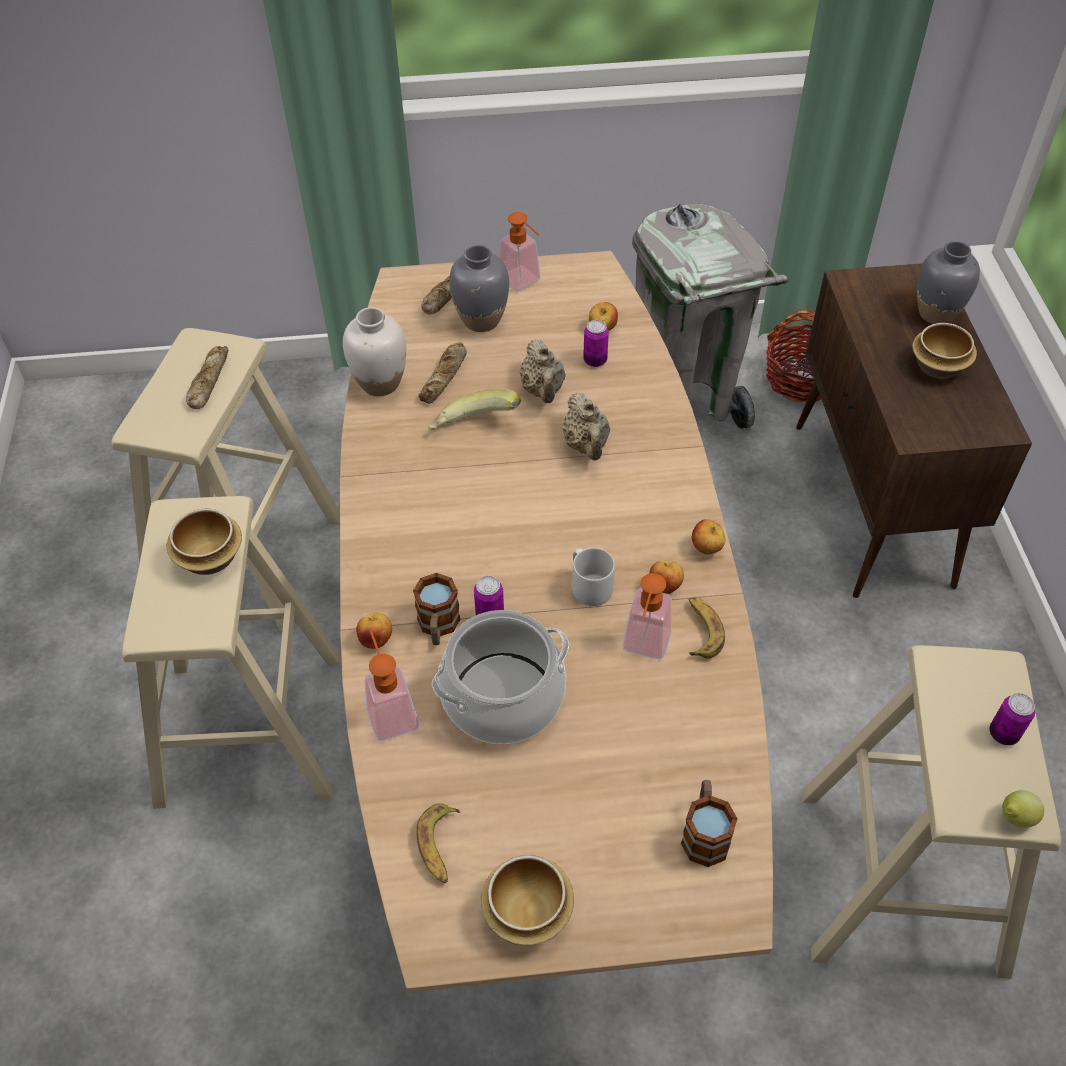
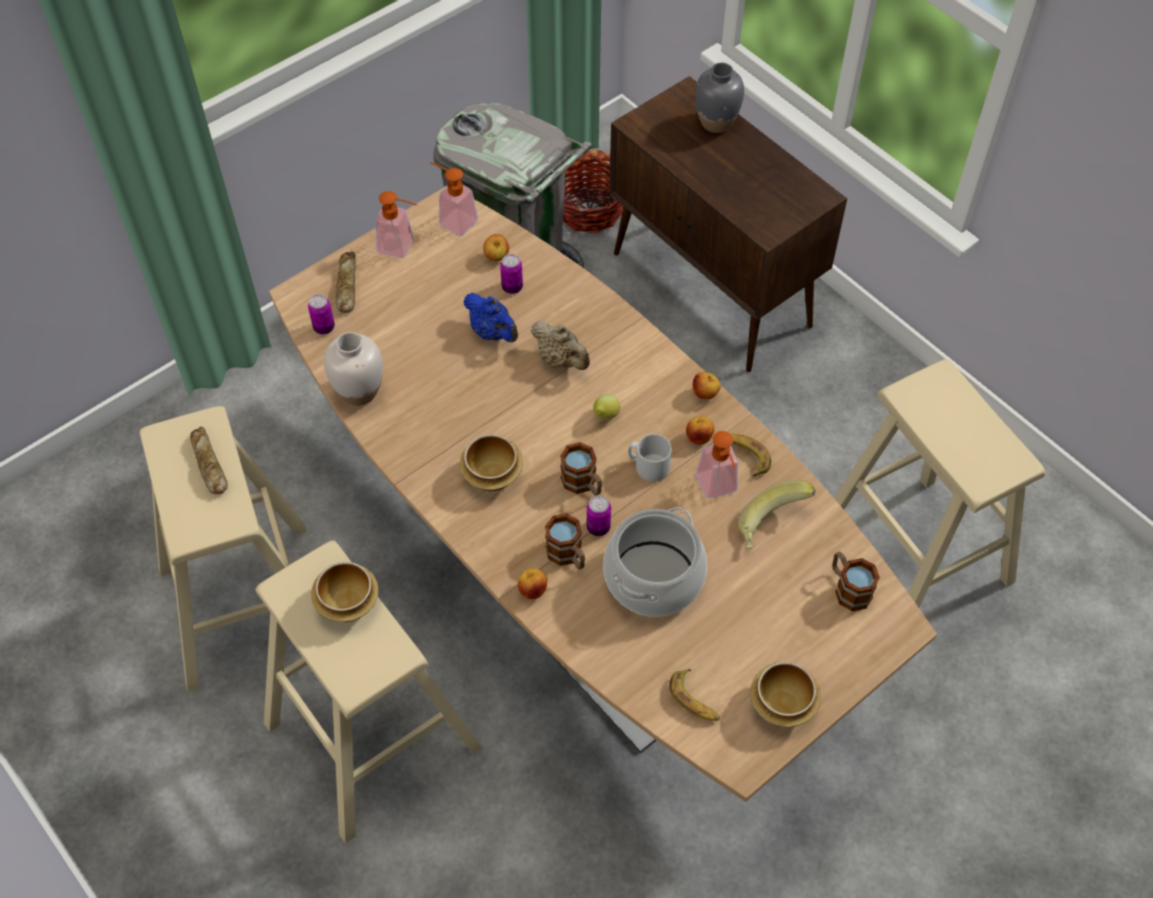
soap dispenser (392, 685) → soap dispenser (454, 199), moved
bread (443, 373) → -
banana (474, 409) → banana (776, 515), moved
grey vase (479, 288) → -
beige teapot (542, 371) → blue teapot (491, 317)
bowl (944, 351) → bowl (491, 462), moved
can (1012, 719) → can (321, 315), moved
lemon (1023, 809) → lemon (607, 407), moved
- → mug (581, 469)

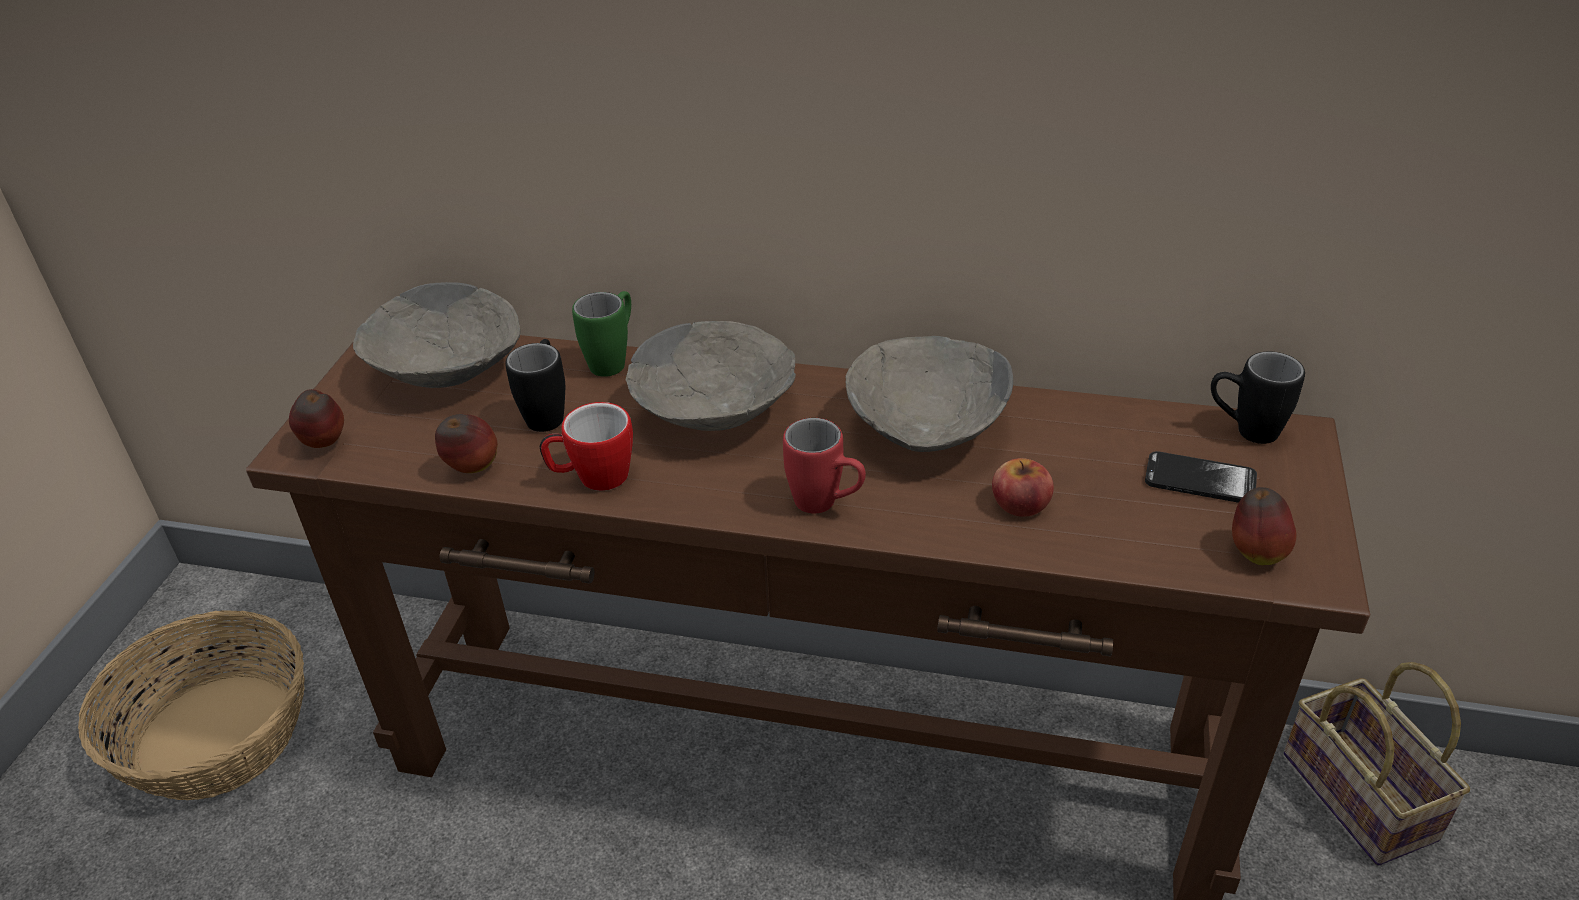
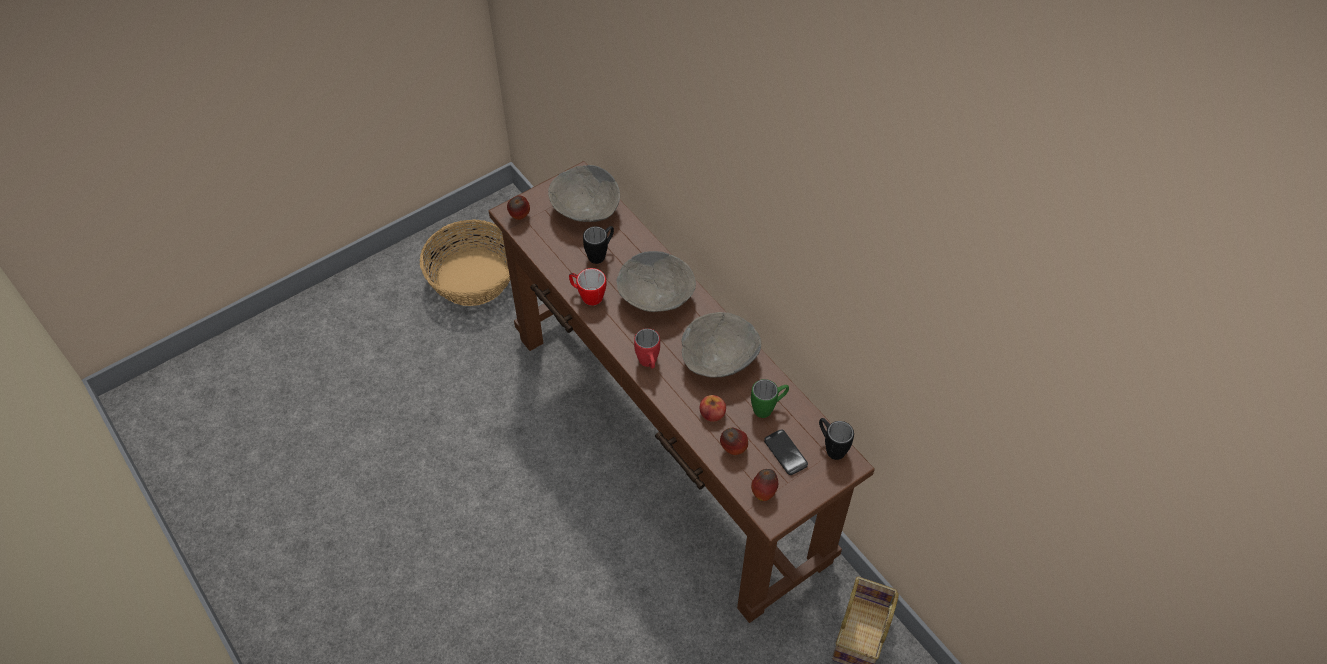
apple (466, 443) → apple (734, 441), moved
green mug (601, 334) → green mug (770, 398), moved

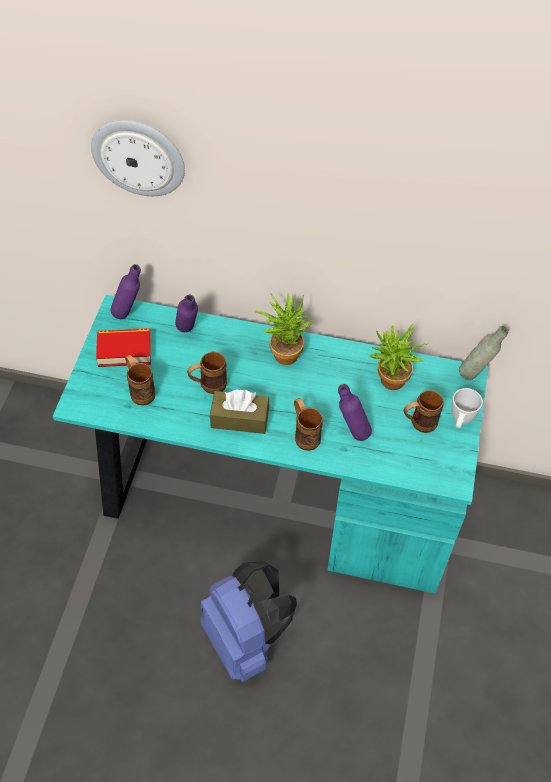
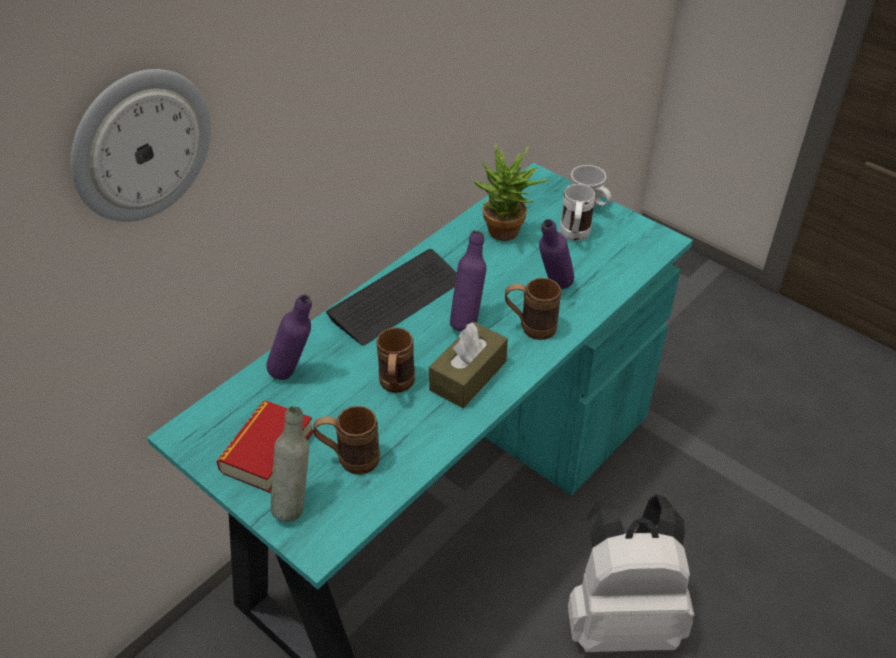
purple bottle (126, 291) → purple bottle (468, 281), moved
blue backpack (248, 622) → white backpack (631, 573)
potted plant (284, 329) → keyboard (391, 297)
brown mug (423, 411) → white mug (577, 212)
grey bottle (484, 353) → grey bottle (290, 464), moved

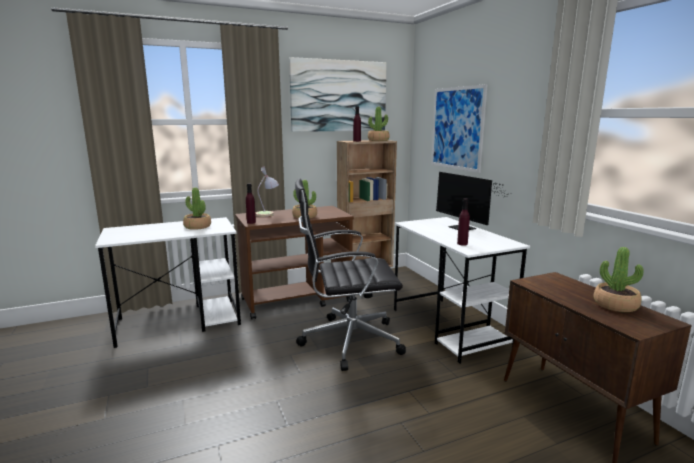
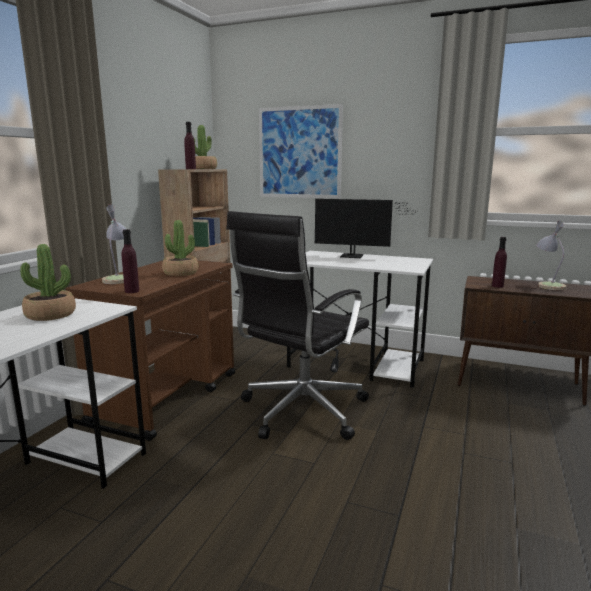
picture (338, 94) → -
purple bottle (463, 222) → purple bottle (499, 262), moved
potted plant (619, 279) → table lamp (551, 255)

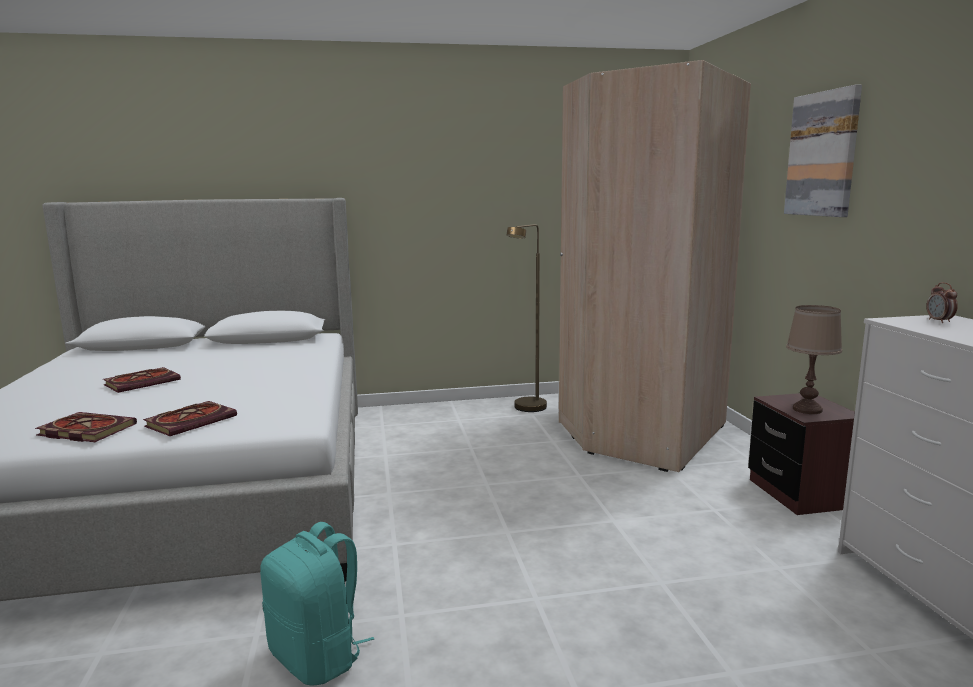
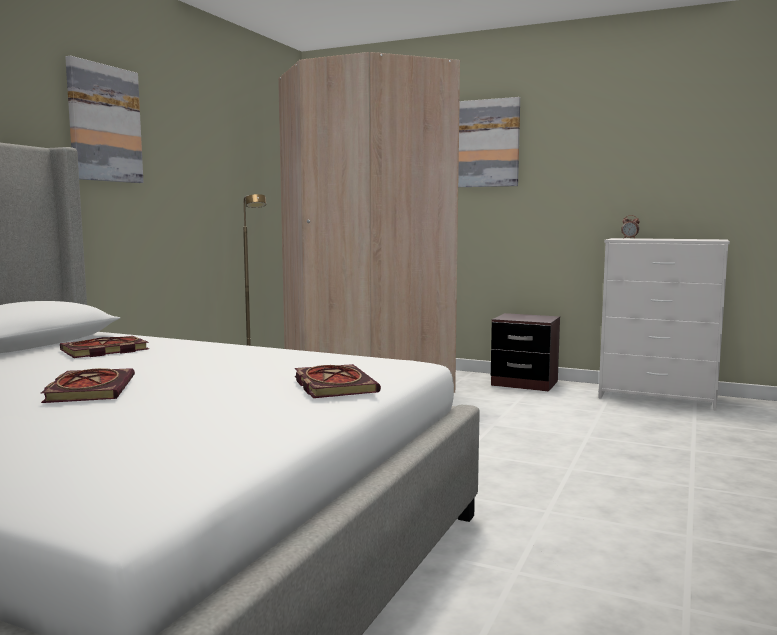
book (86, 427) → book (104, 347), moved
turquoise backpack (317, 604) → -
brown table lamp (814, 359) → -
- → picture (104, 119)

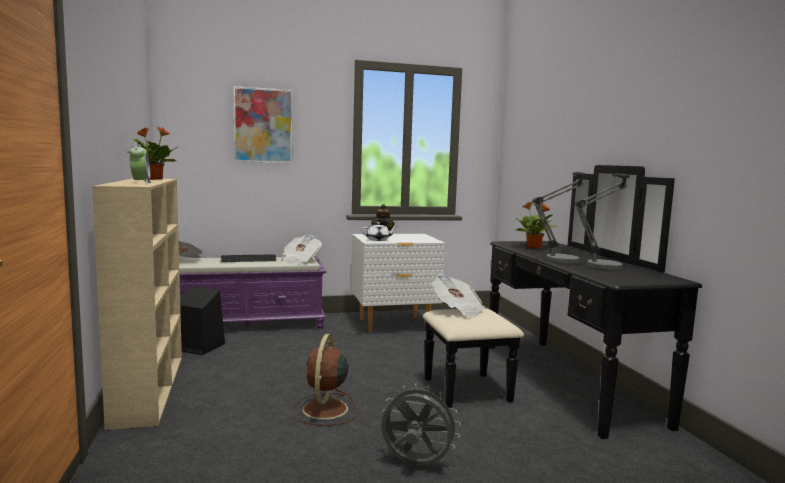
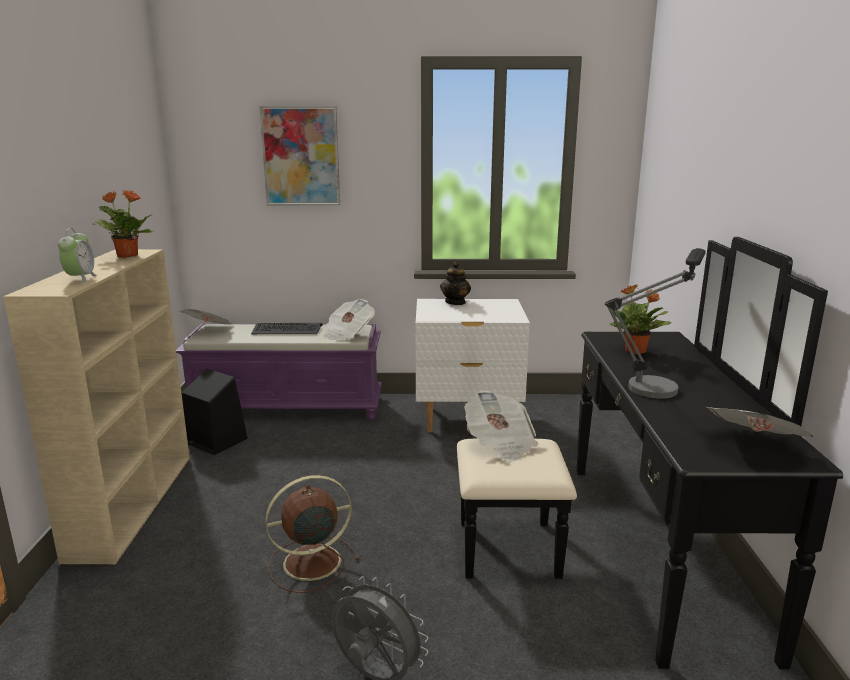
brown fan (325, 380) → brown fan (312, 534), 45 degrees clockwise
white teapot (379, 231) → -
table lamp (602, 221) → -
- → newspaper (760, 422)

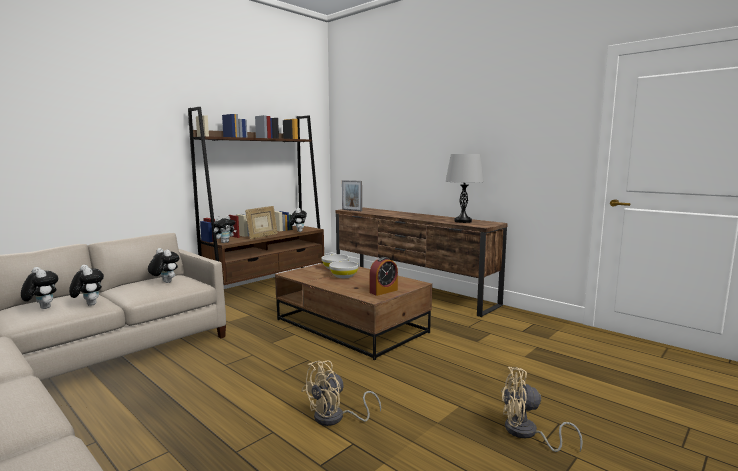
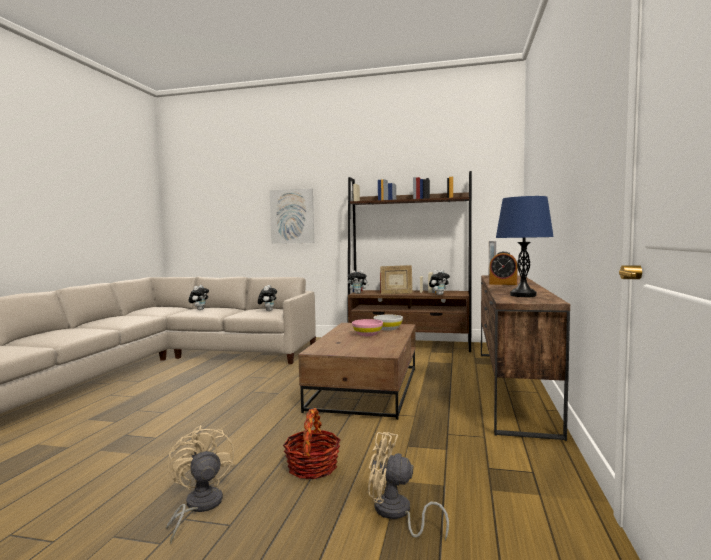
plush toy (86, 285) → -
beige fan (341, 393) → beige fan (408, 486), moved
white bowl (344, 269) → pink bowl (367, 327)
alarm clock (383, 276) → alarm clock (503, 268), moved
grey table lamp (465, 188) → blue table lamp (525, 246)
- → picture (292, 216)
- → basket (312, 443)

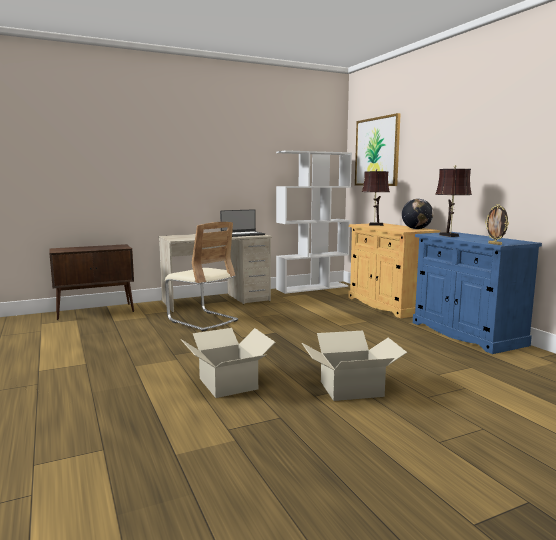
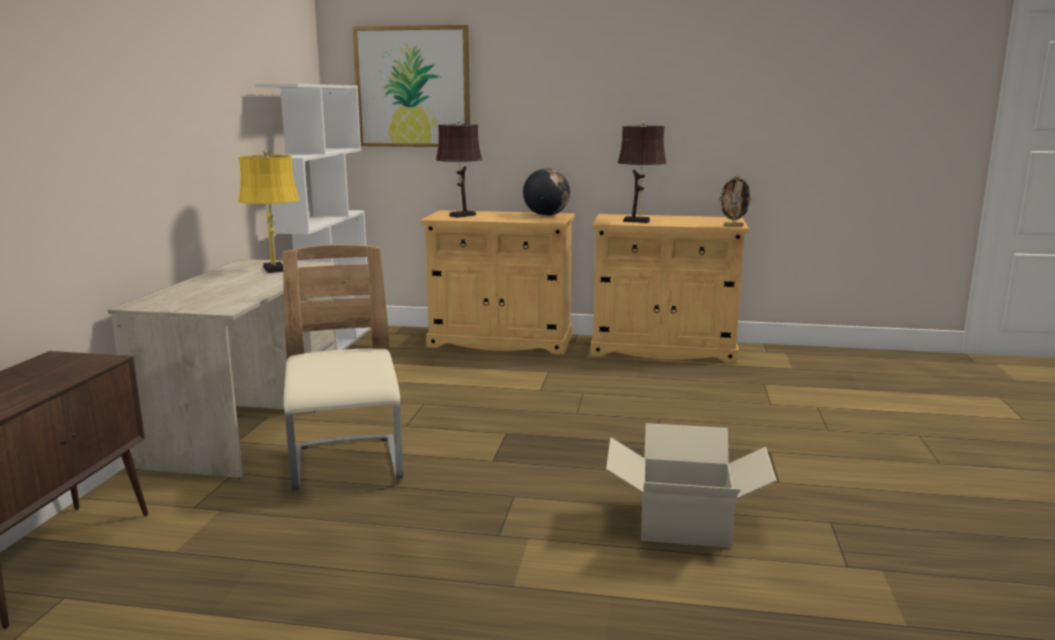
beige chair (201, 276) → beige chair (343, 367), 90 degrees counterclockwise
laptop (242, 223) → yellow table lamp (268, 211)
cardboard box (354, 366) → -
blue cabinet (477, 293) → beige cabinet (669, 288)

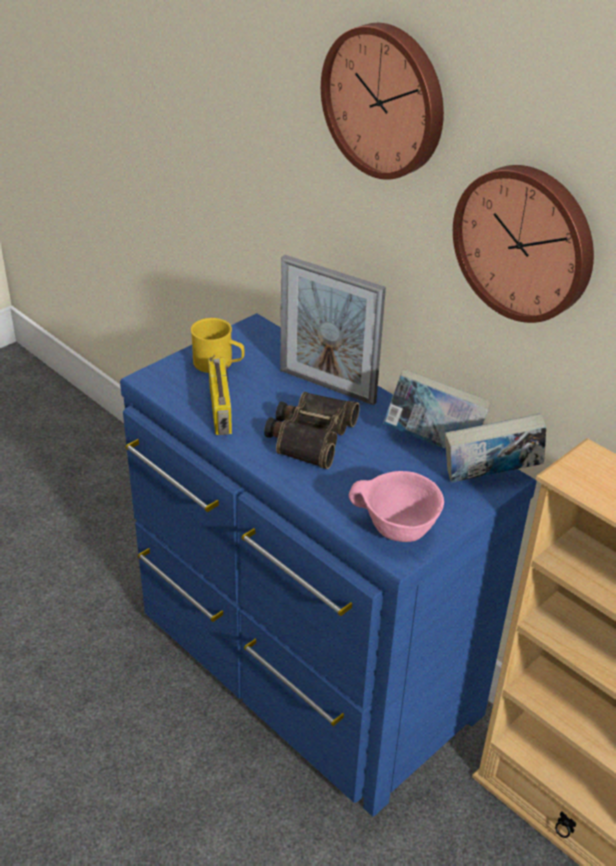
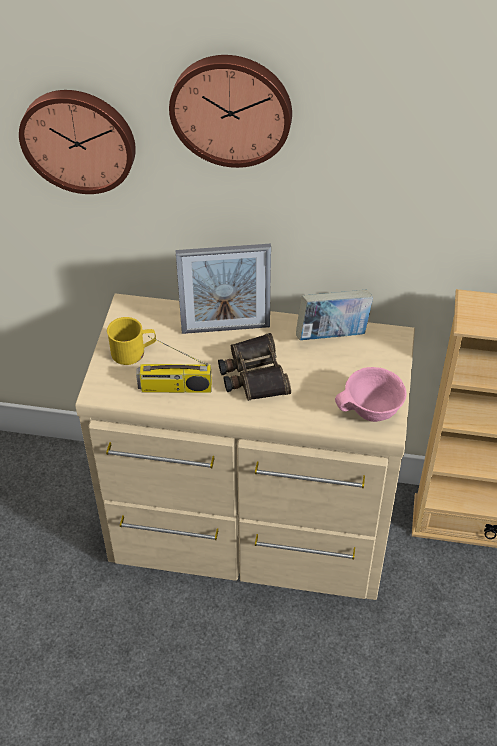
blue dresser (328, 565) → beige dresser (245, 446)
radio (220, 395) → radio (174, 364), 135 degrees clockwise
book (495, 448) → -
wall clock (523, 244) → wall clock (77, 142), moved

